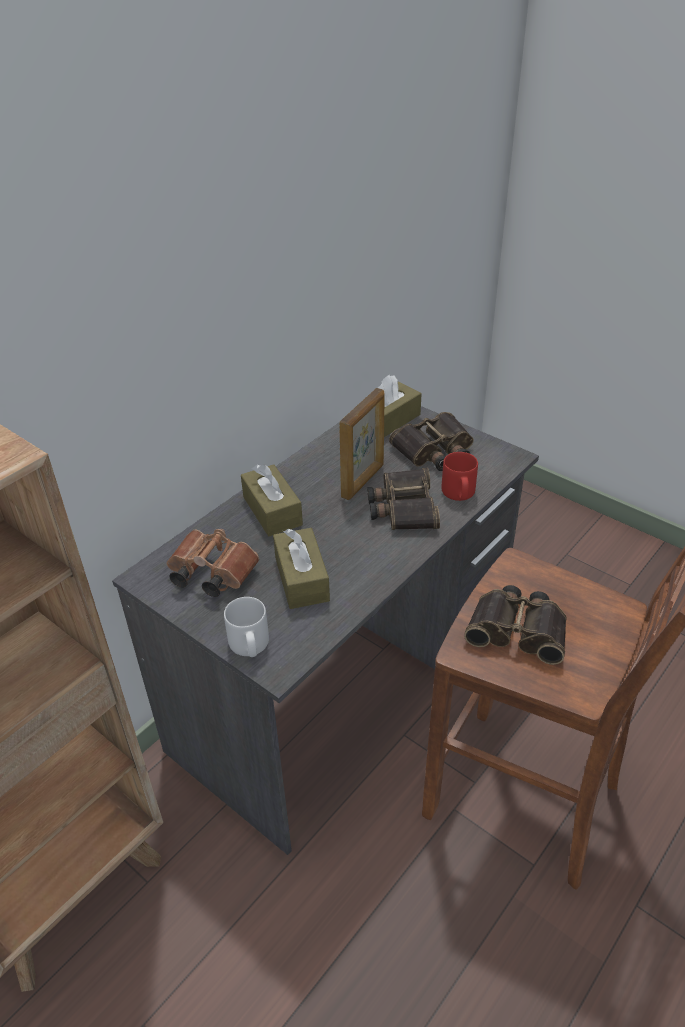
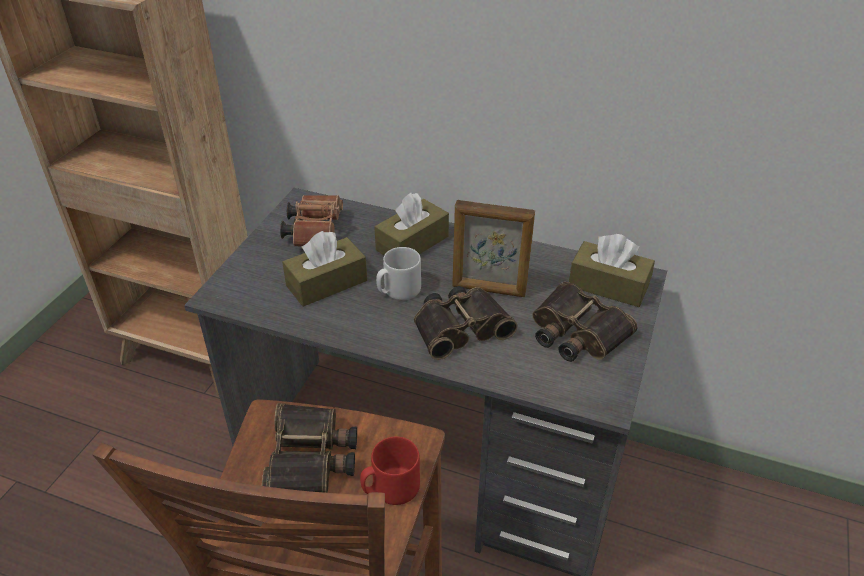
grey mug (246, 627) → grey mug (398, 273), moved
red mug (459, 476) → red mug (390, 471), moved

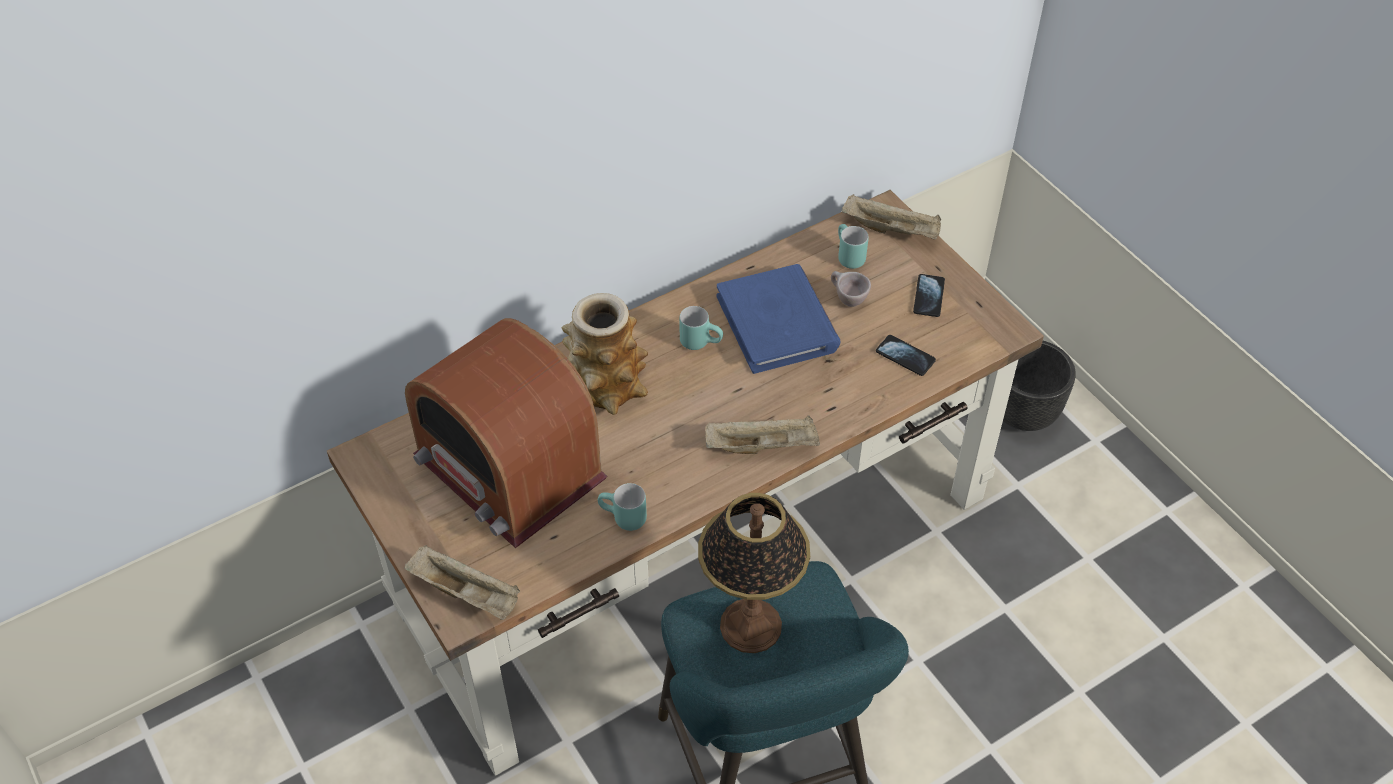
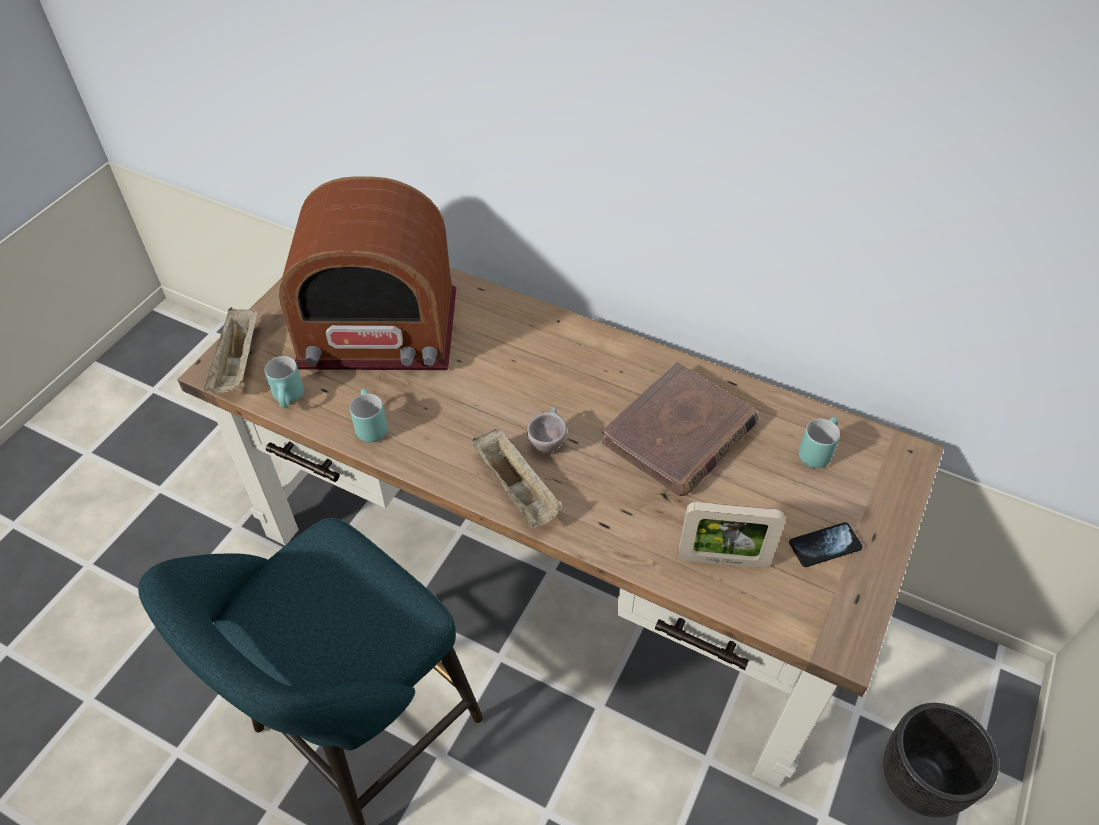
radio (506, 433) → radio (368, 273), 105 degrees counterclockwise
vase (605, 354) → -
turquoise mug (701, 328) → turquoise mug (284, 382), moved
table lamp (754, 573) → -
blue book (778, 319) → brown book (680, 429)
beige cup (851, 289) → beige cup (547, 430), moved
beige tray (891, 217) → -
phone (906, 355) → picture frame (732, 535)

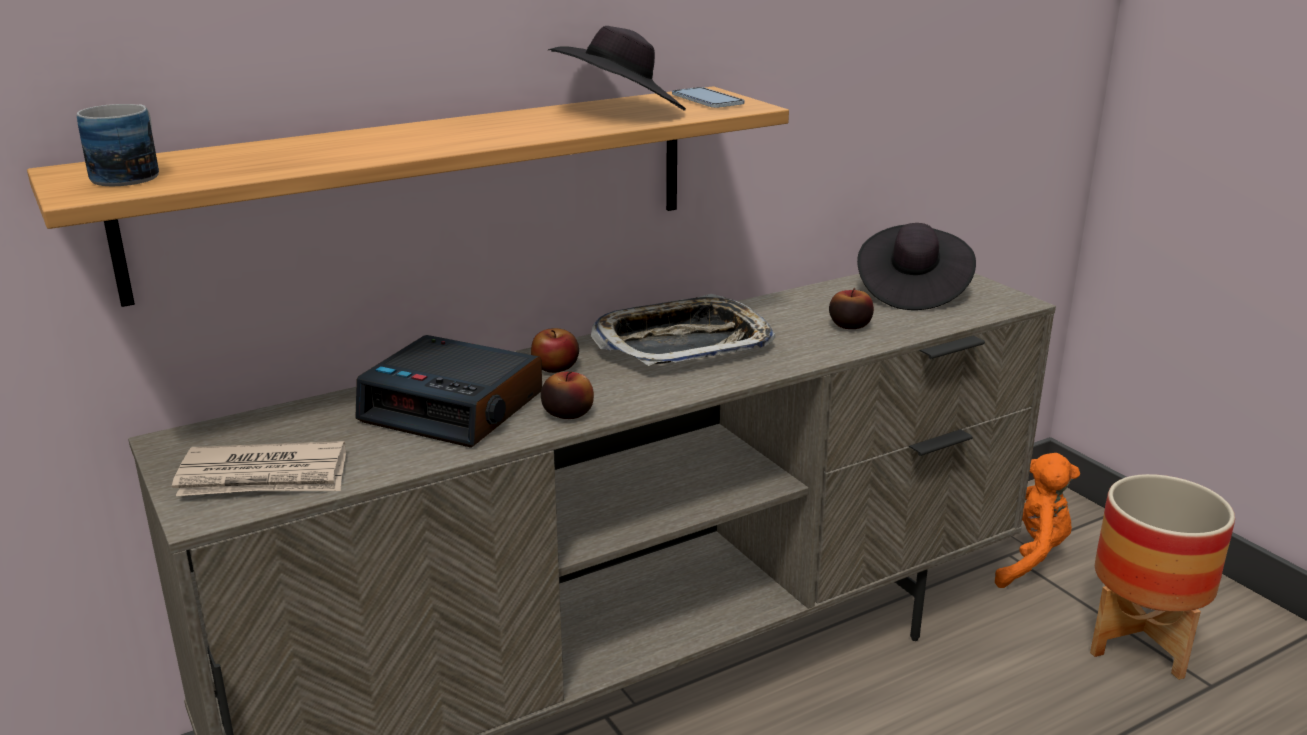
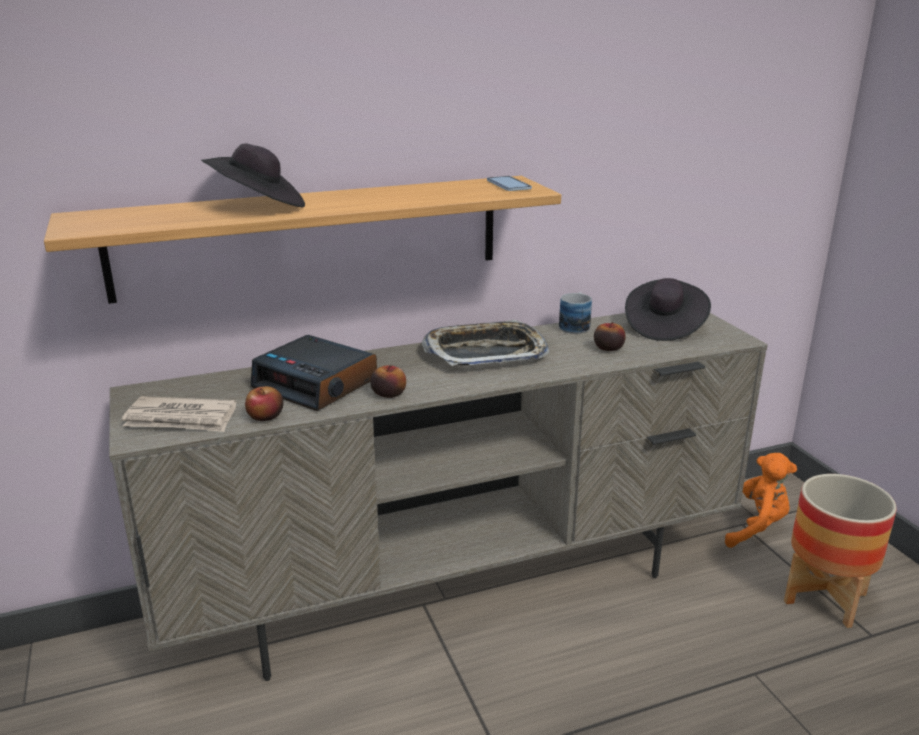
mug (118, 145) → mug (575, 313), moved
apple (555, 350) → apple (264, 403), moved
black hat (617, 68) → black hat (253, 175), moved

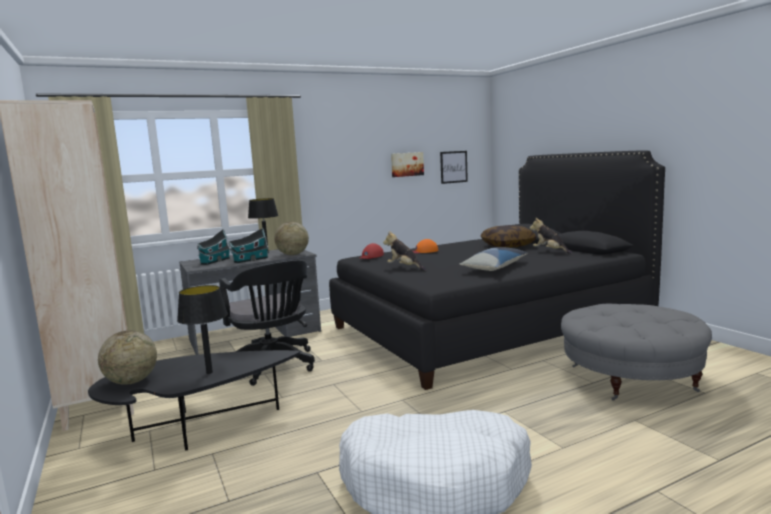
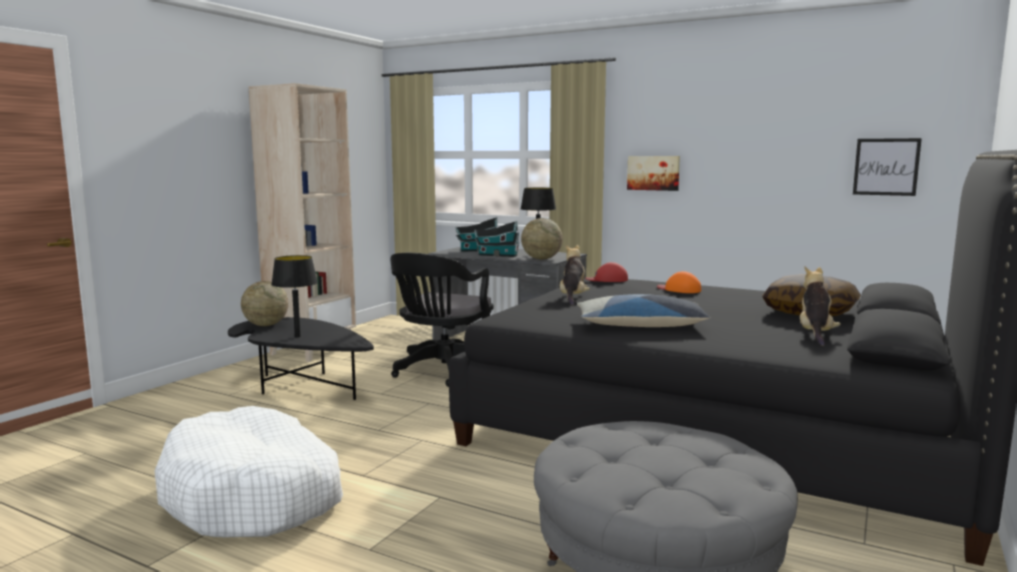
picture (407, 164) → picture (653, 173), moved

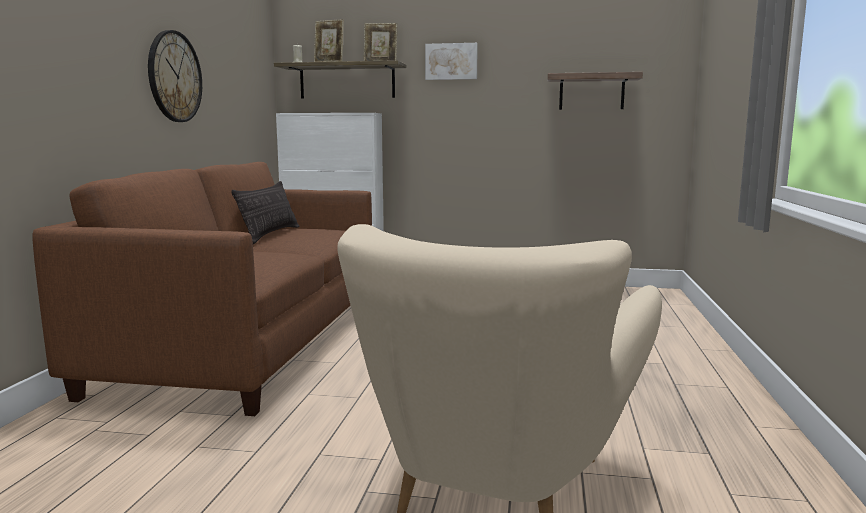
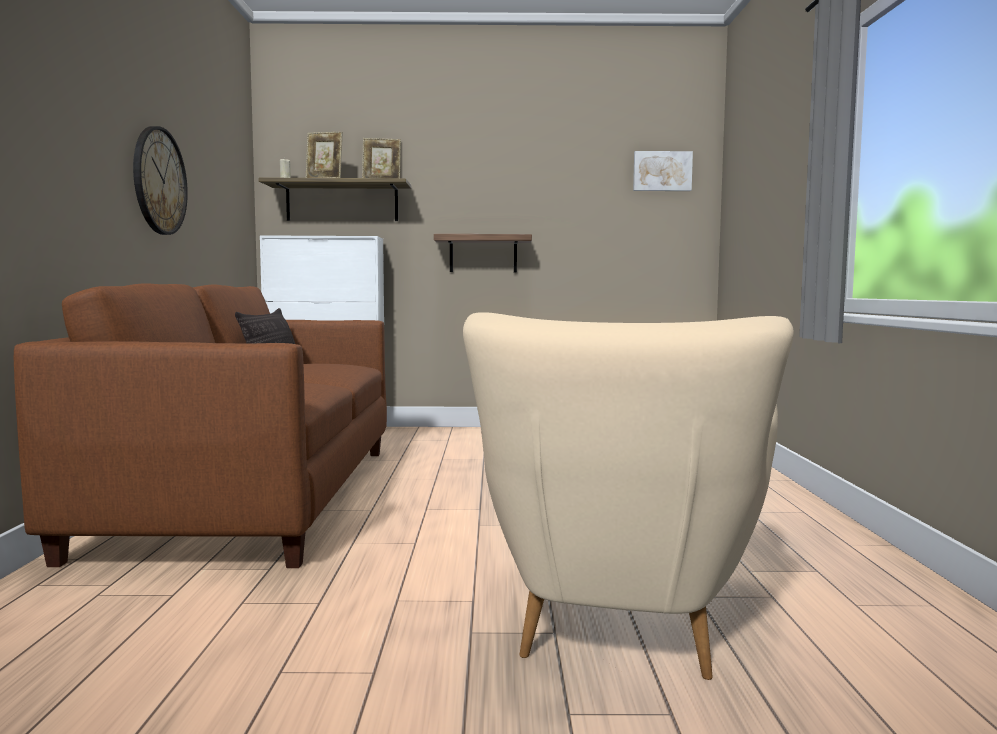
picture (451, 61) → picture (663, 171), moved
shelf (595, 91) → shelf (483, 253), moved

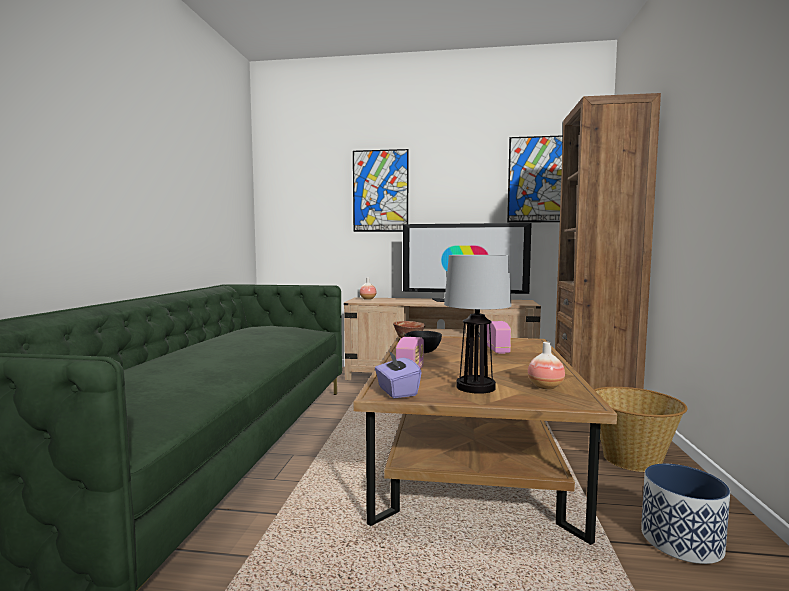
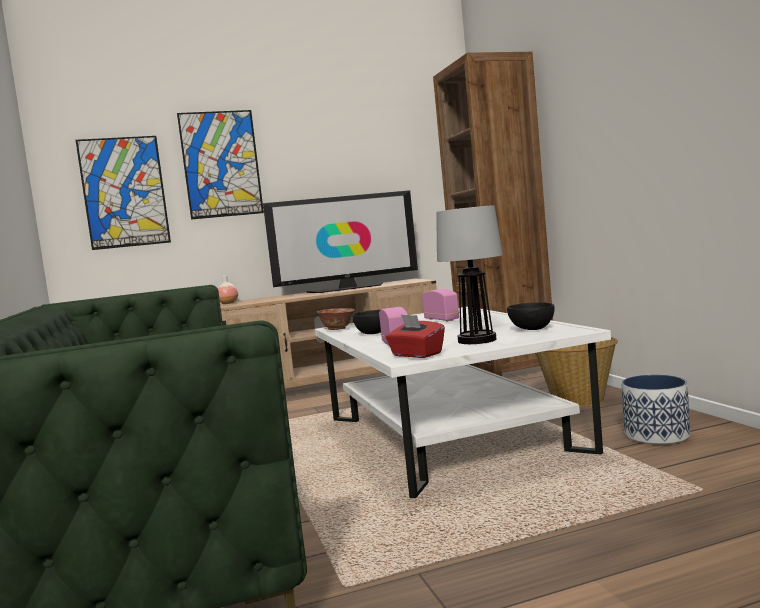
brown coffee table (485, 440) → white coffee table (463, 402)
purple tissue box (398, 374) → red tissue box (415, 336)
picture (535, 179) → picture (123, 193), moved
vase (546, 365) → black bowl (531, 316)

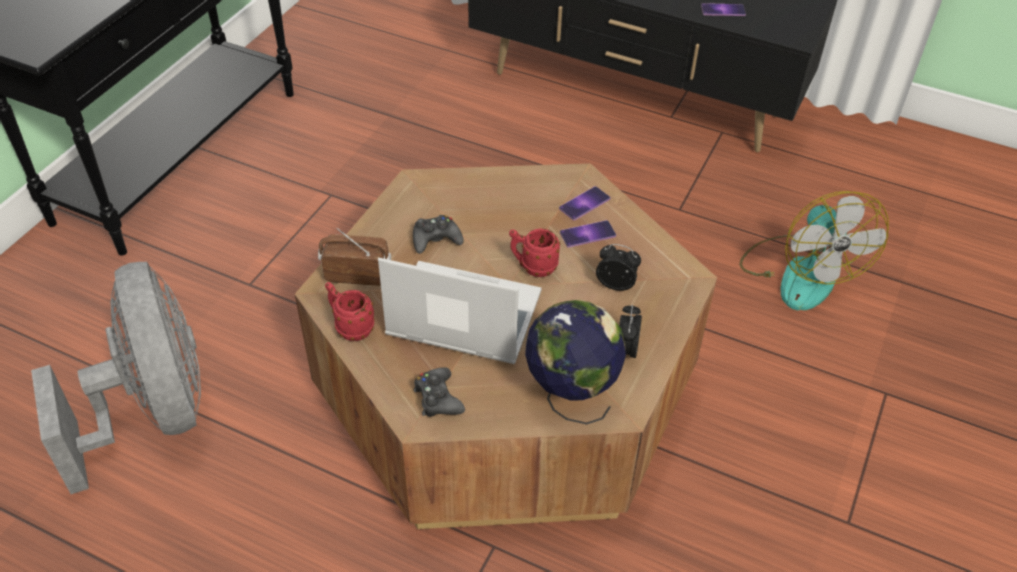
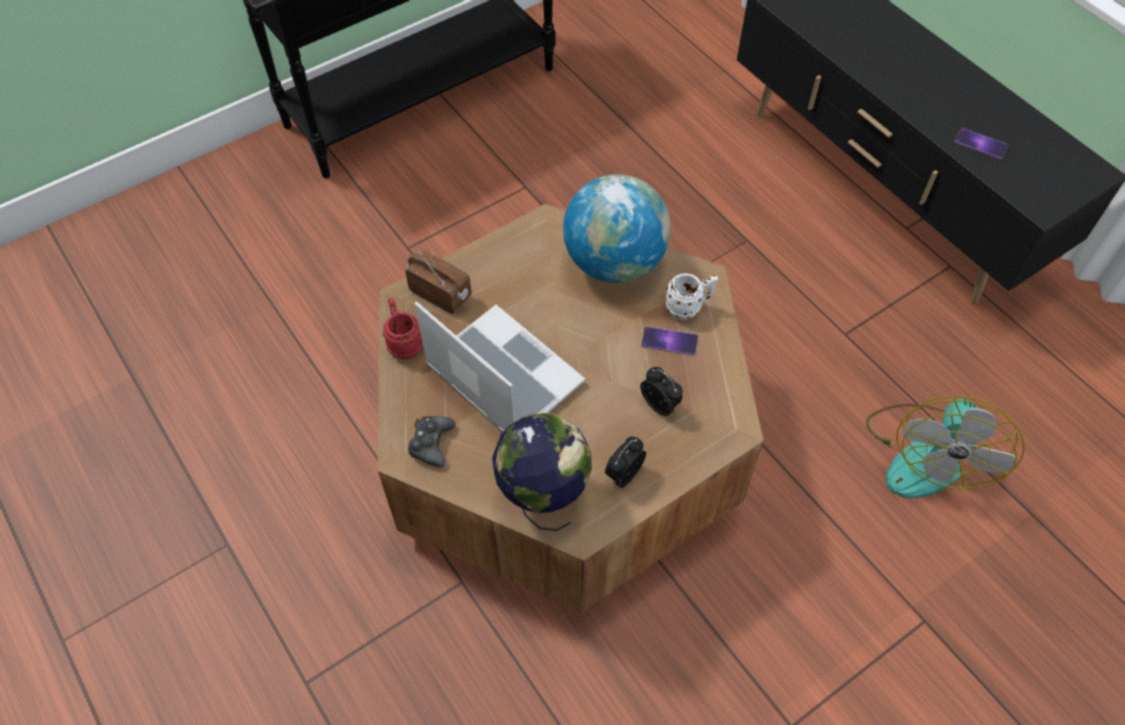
grey fan (116, 378) → -
black game controller (438, 234) → -
red mug (535, 252) → -
phone (584, 203) → white mug (691, 296)
- → globe (617, 228)

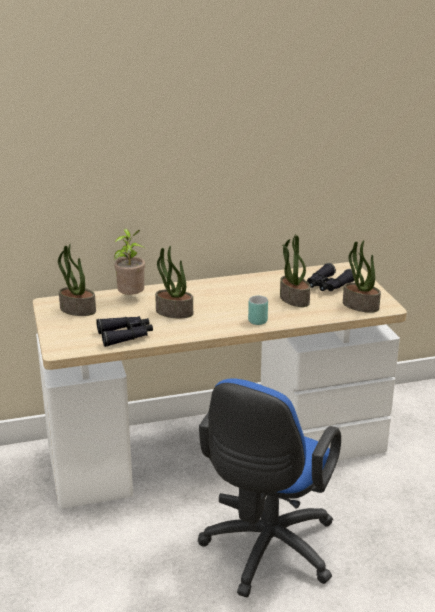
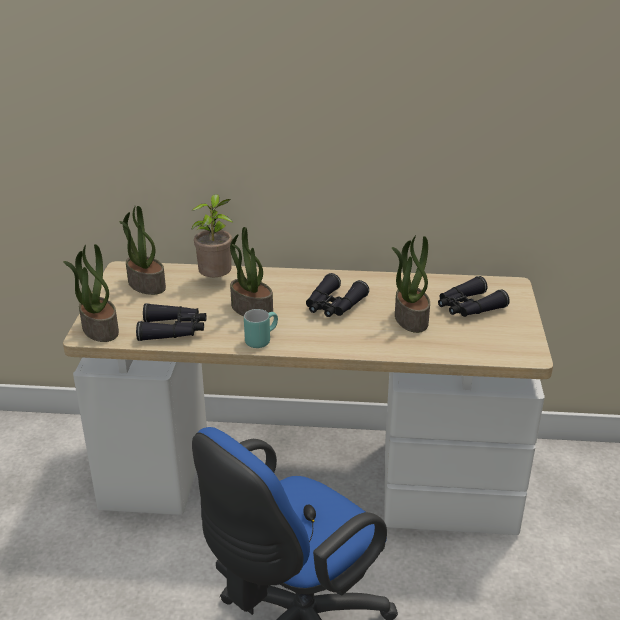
turquoise mug (258, 310) → turquoise mug (261, 328), moved
potted plant (362, 276) → potted plant (91, 293), moved
- → black binoculars (337, 295)

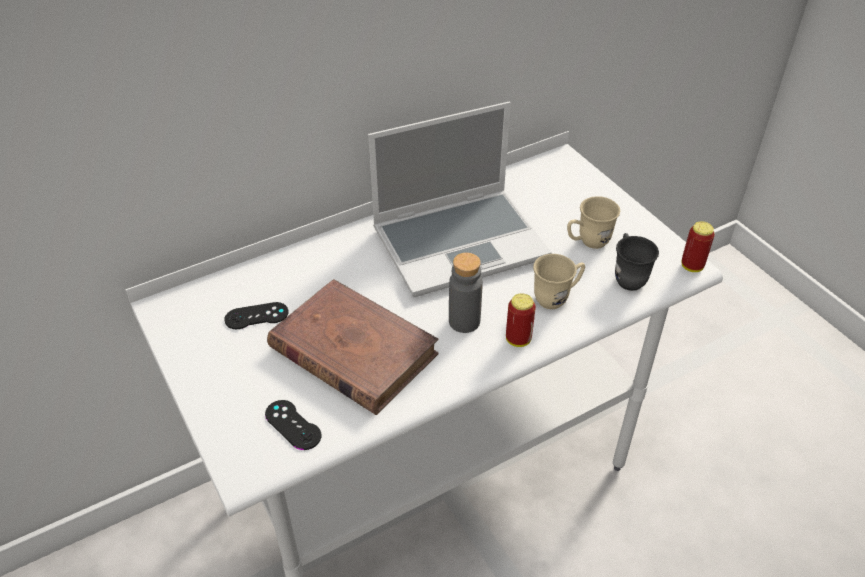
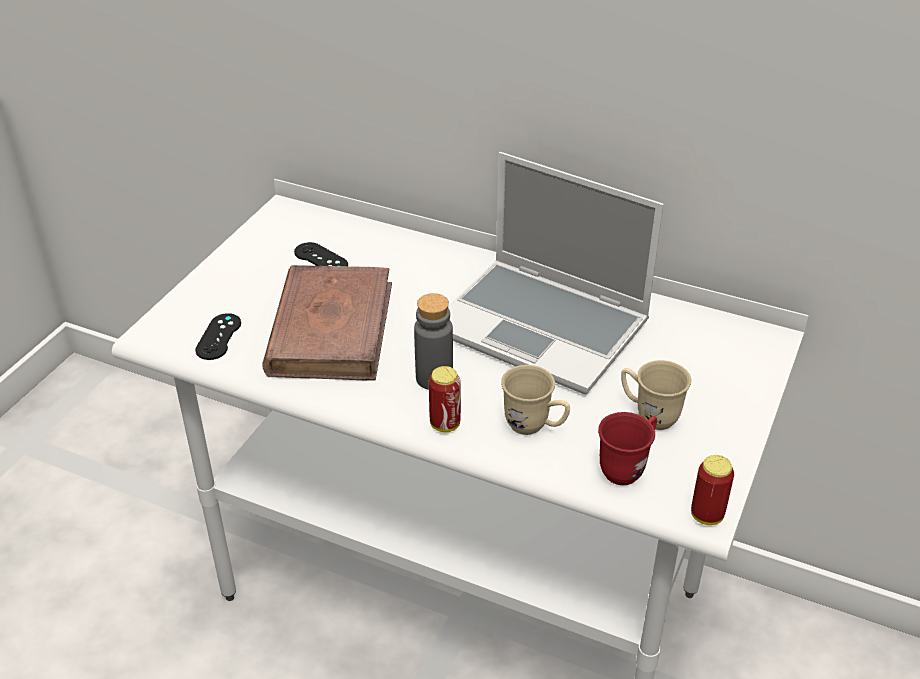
grey mug (637, 262) → red mug (627, 448)

